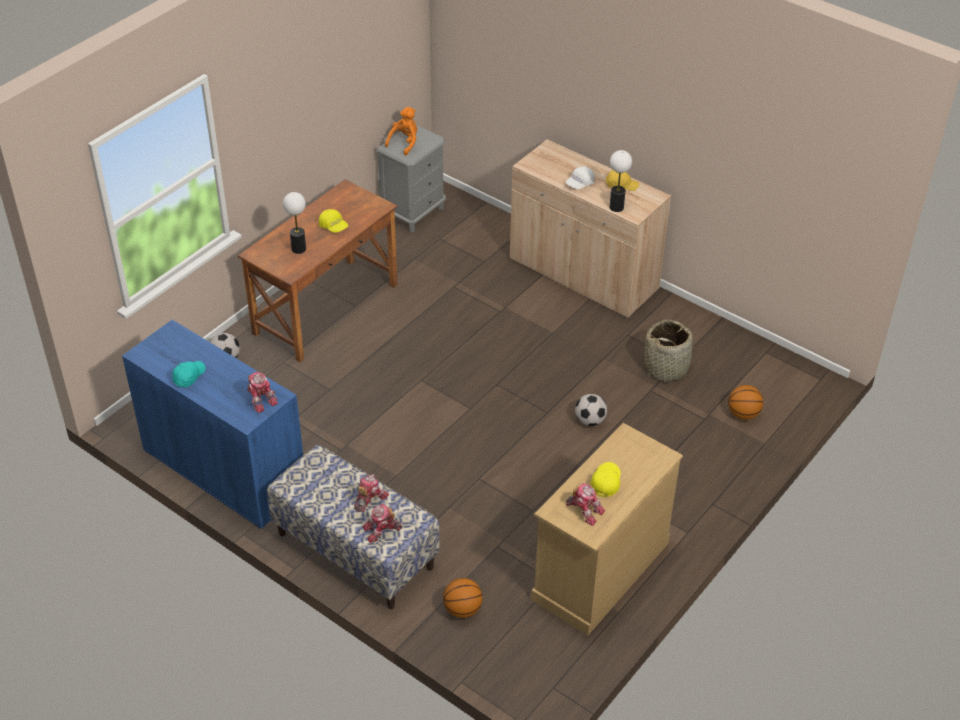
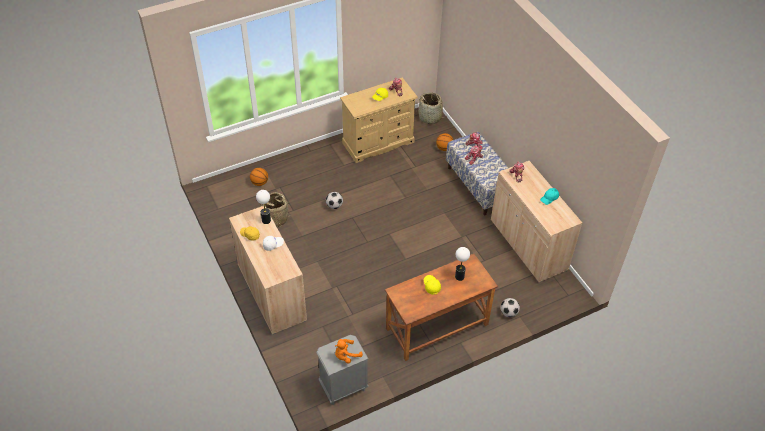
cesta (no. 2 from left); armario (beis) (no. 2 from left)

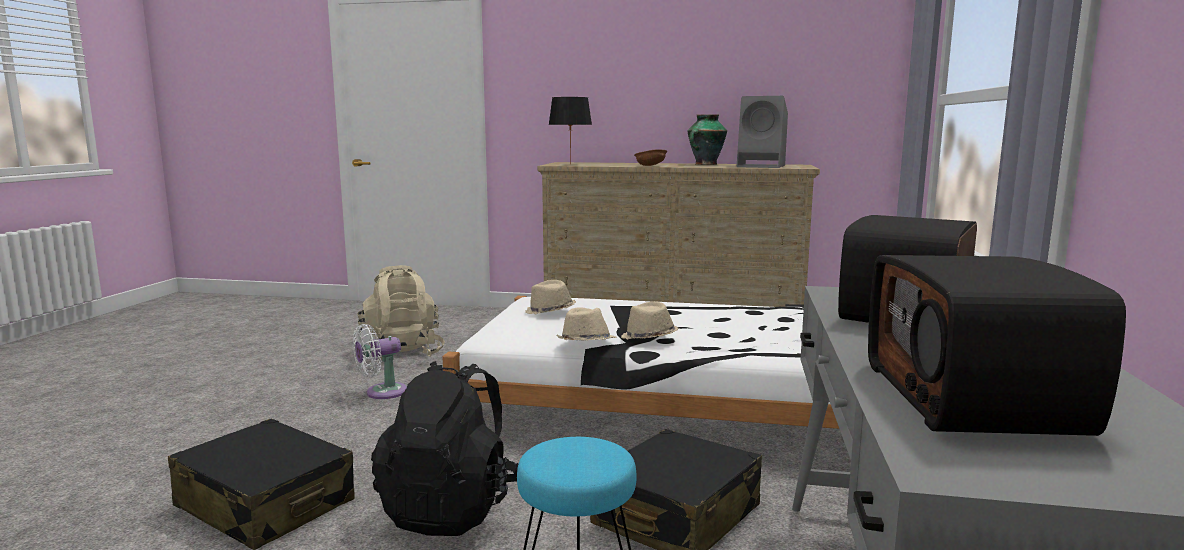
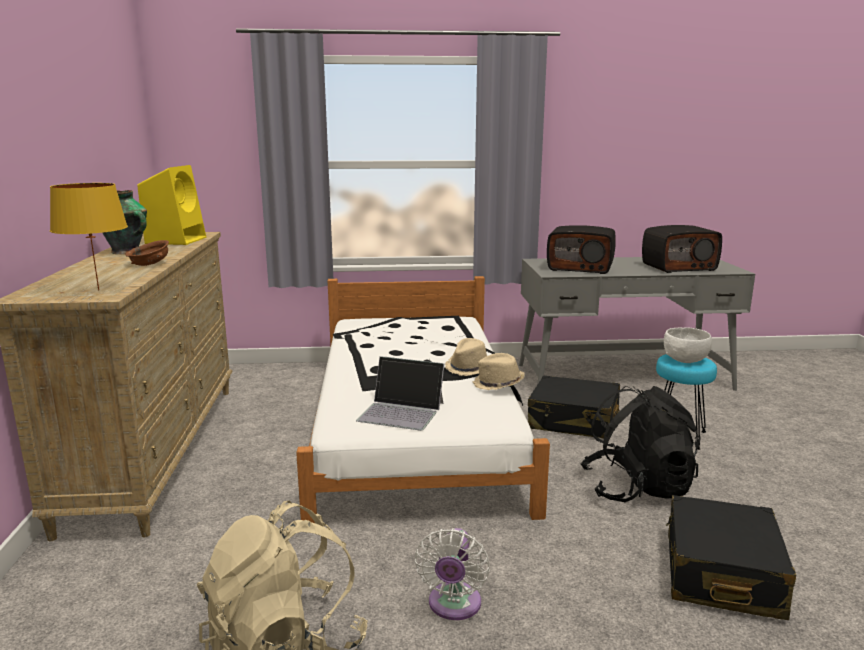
lámpara de mesa (amarillo); altavoz (amarillo); portátil; ventilador (blanco); cuenco (blanco)

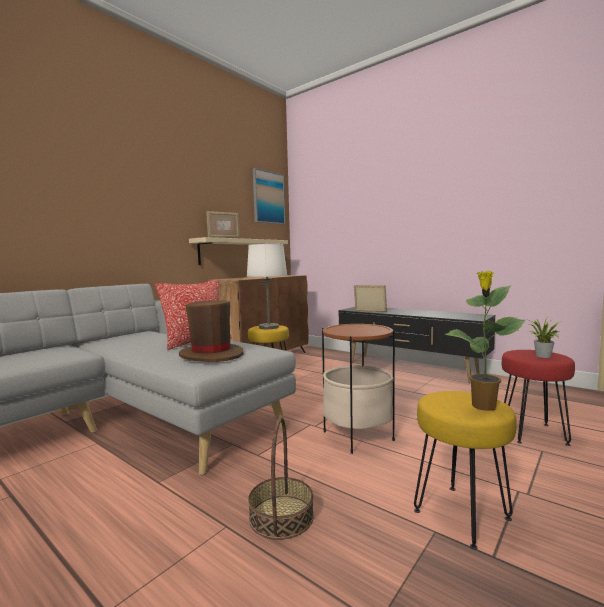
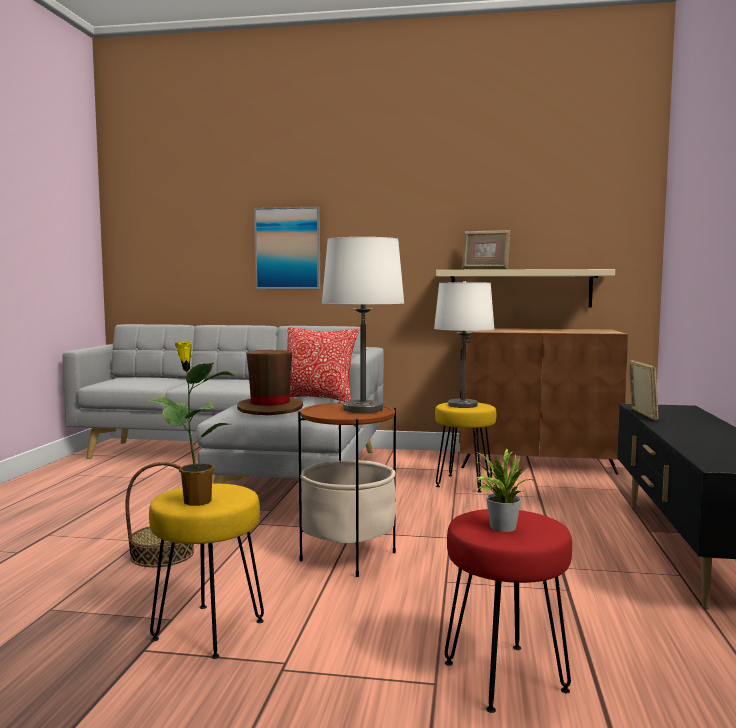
cuadro; lámpara de mesa (blanco) (no. 1 from left)

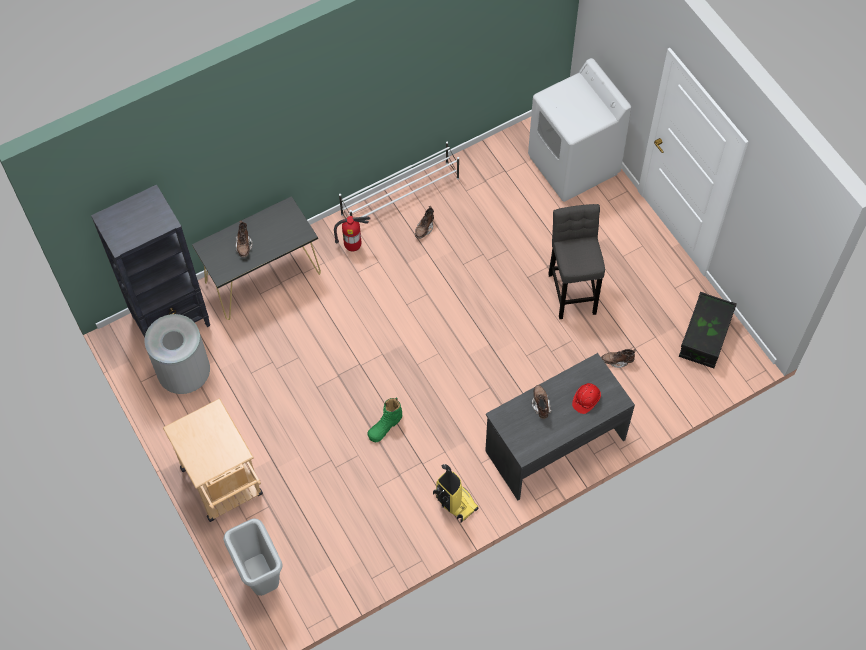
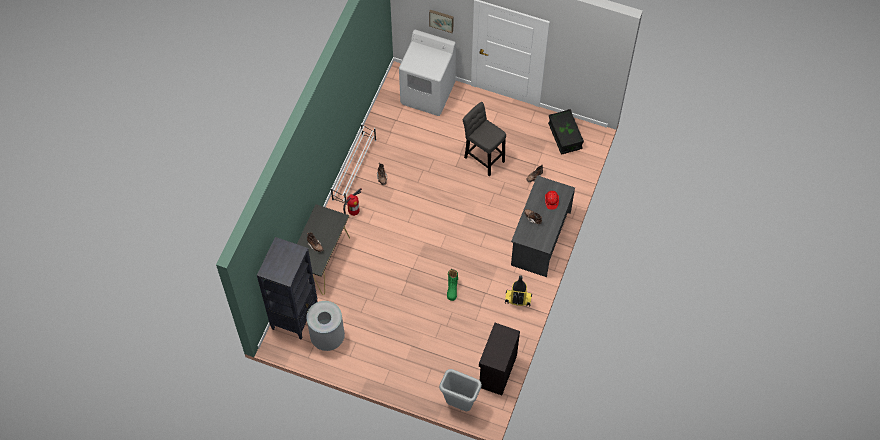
cuadro; armario (negro); carrito (beis)

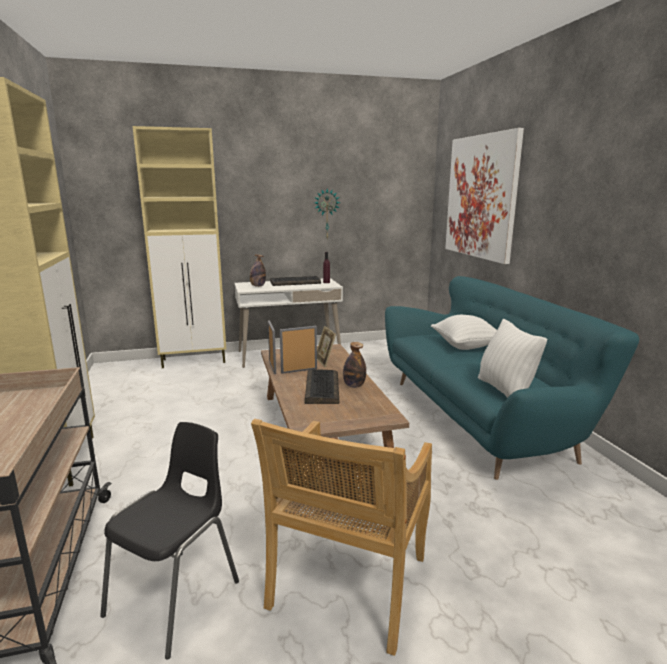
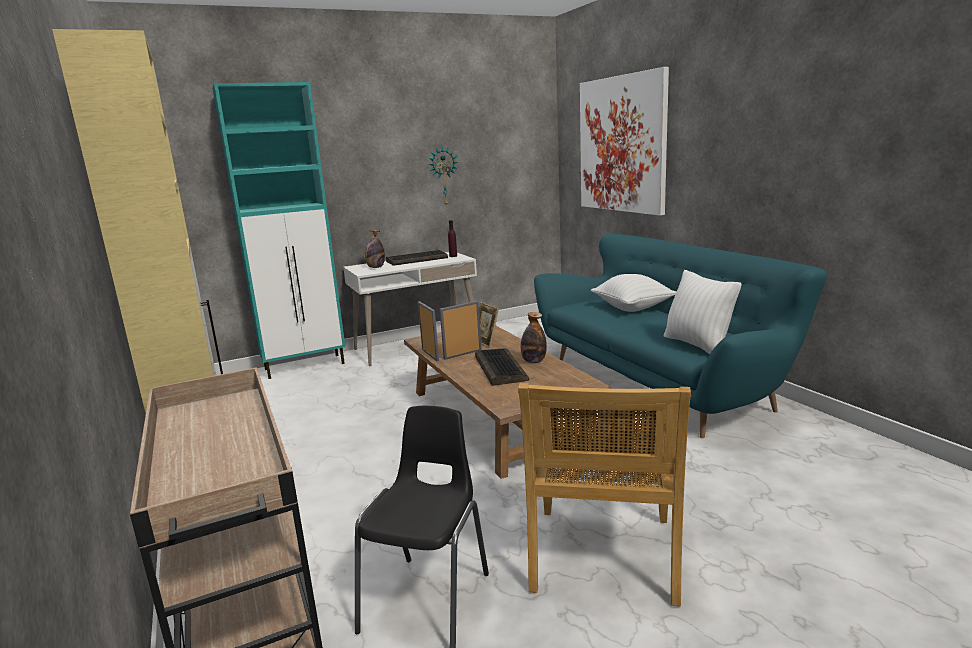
armario (turquesa)

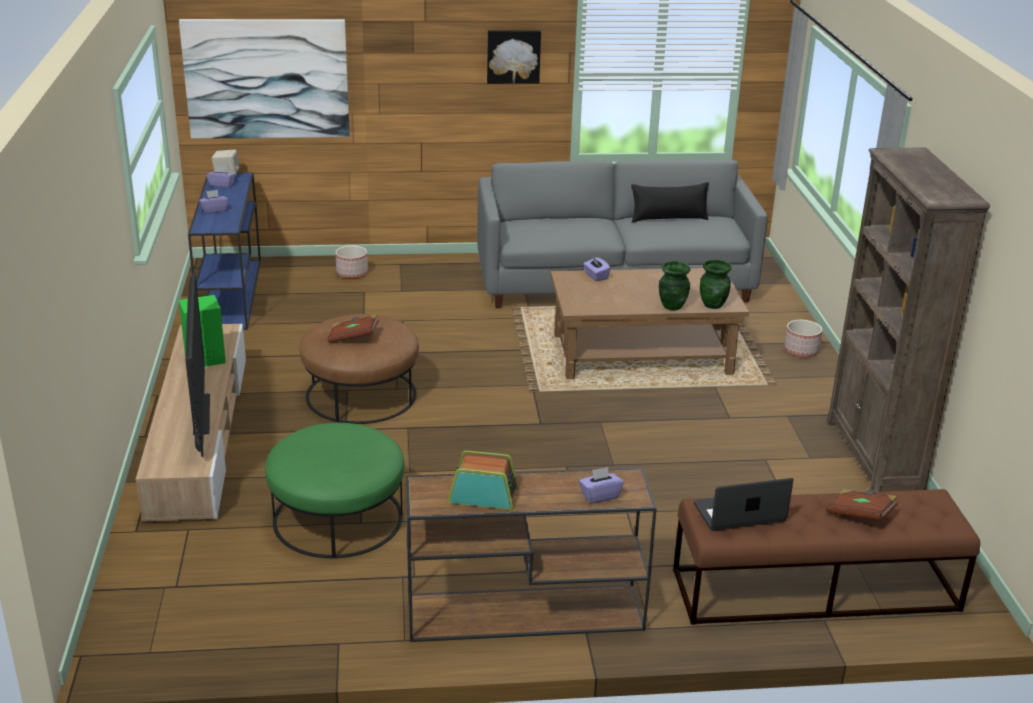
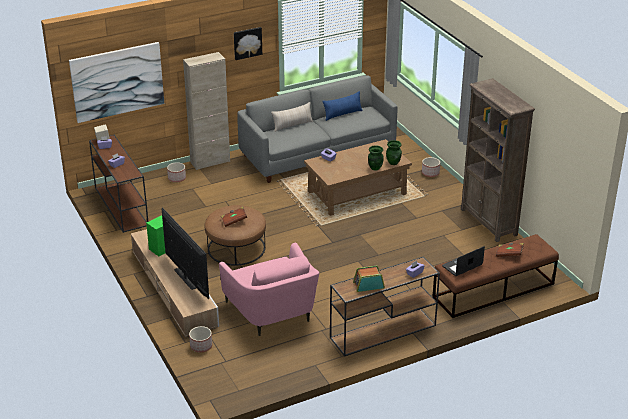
mesa consola (marrón) (no. 1 from left); armario (beis); maceta (no. 2 from left); sillón (rosa); cojín (beis); cojín (azul)

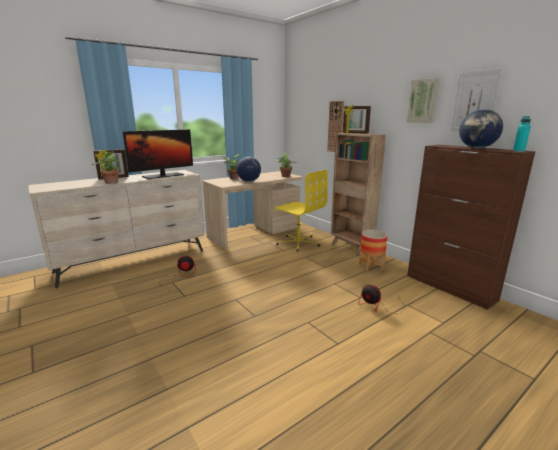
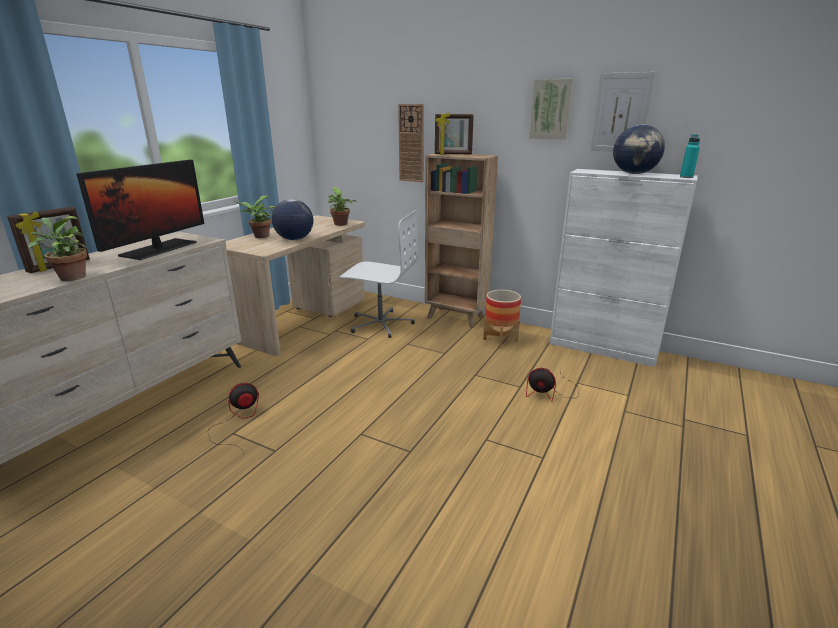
silla de oficina (blanco); armario (blanco)

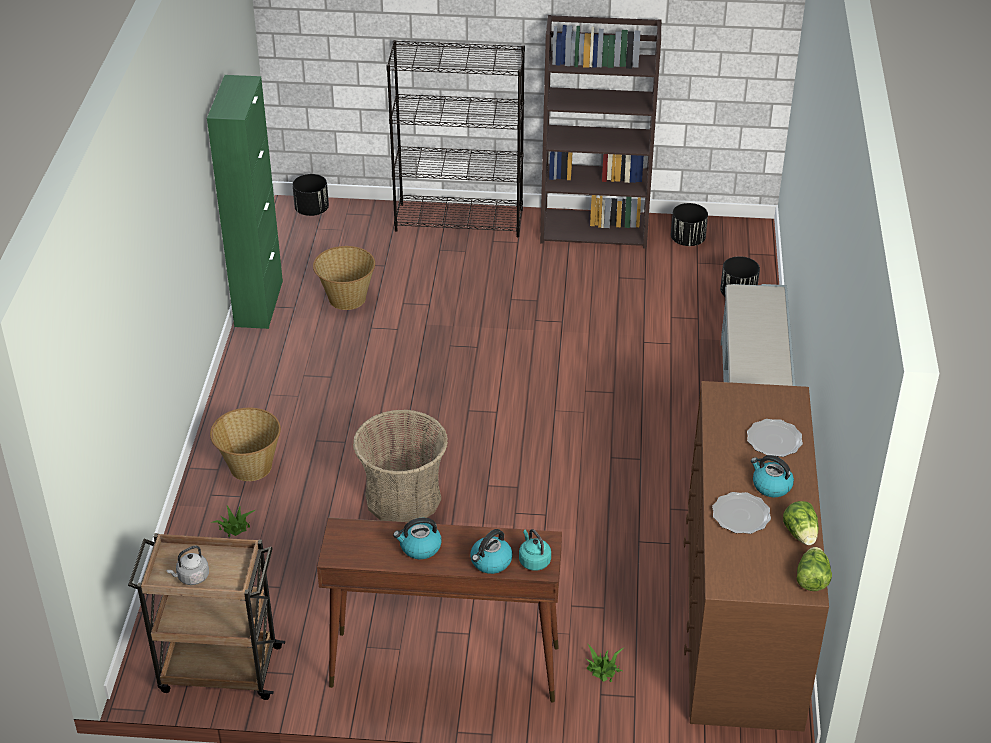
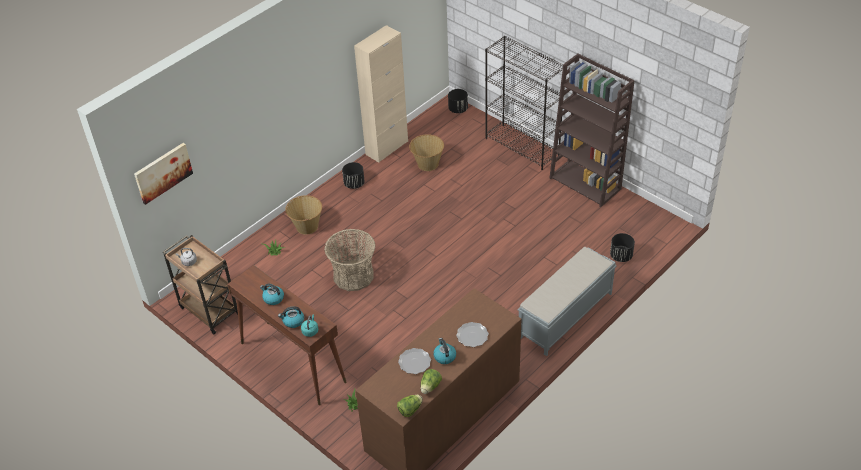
cuadro; maceta (negro) (no. 1 from left); armario (beis)

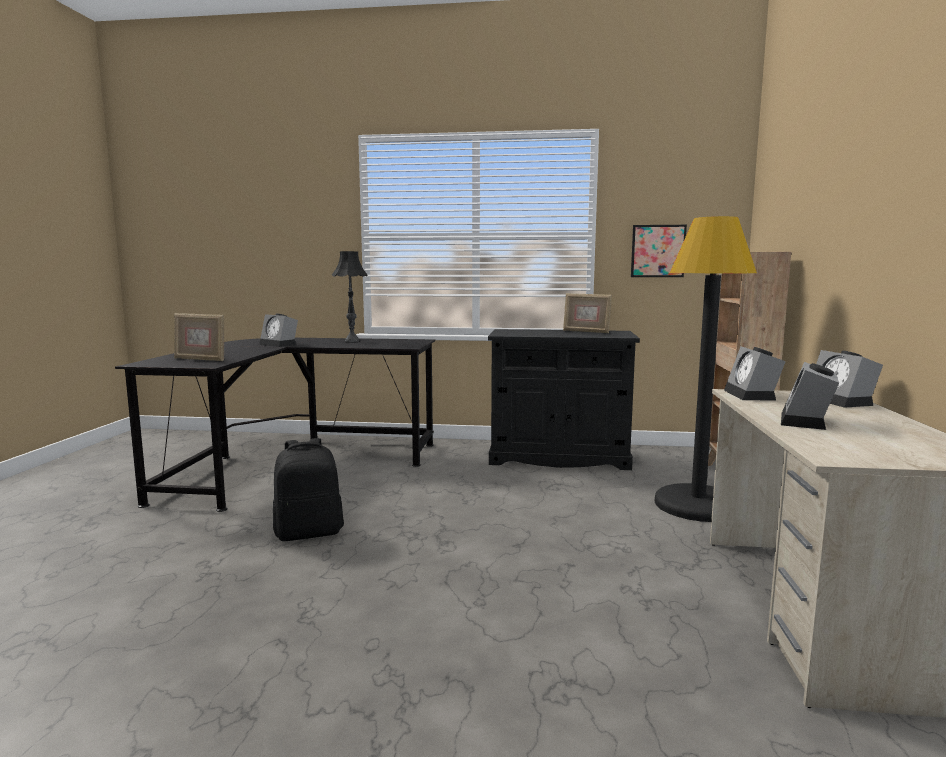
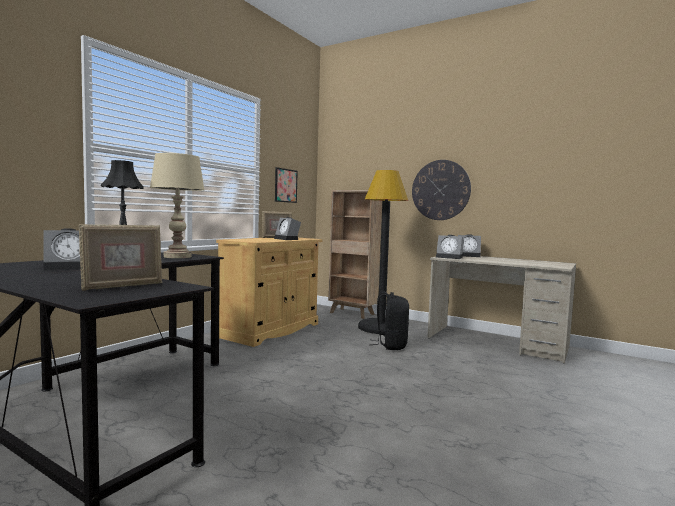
lámpara de mesa (beis); armario (beis); despertador (no. 2 from left); mochila (negro); reloj de pared

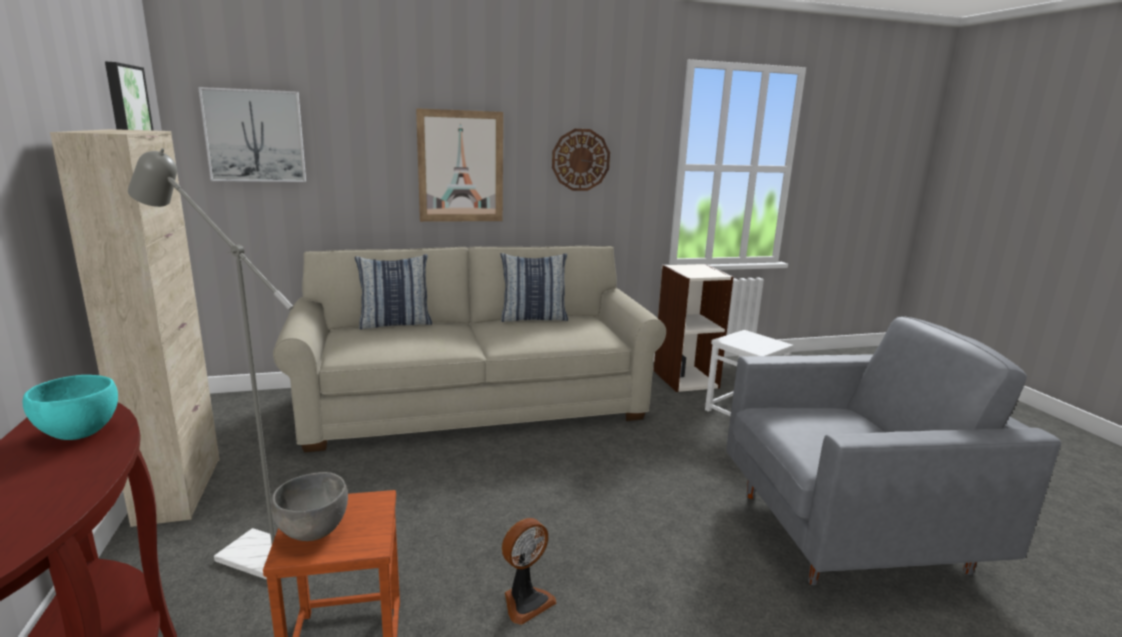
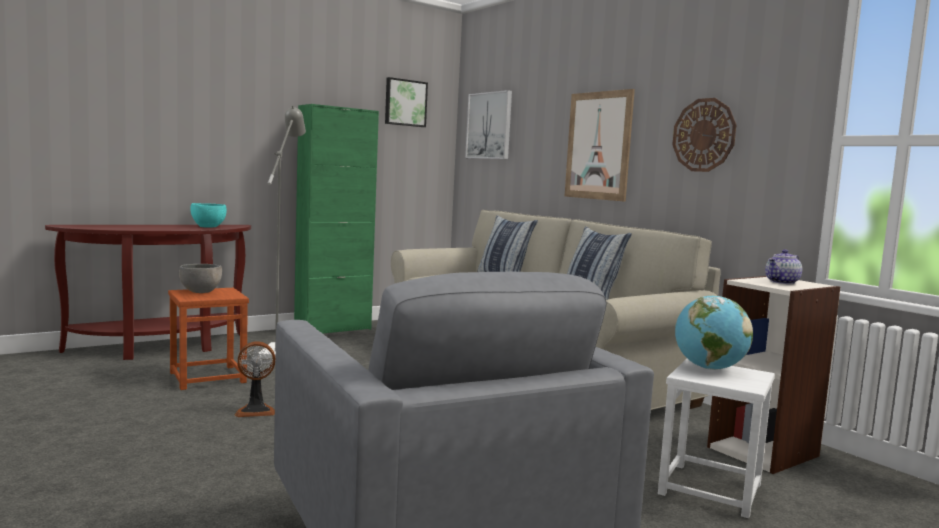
ventilador; armario (verde); globo terráqueo; tetera

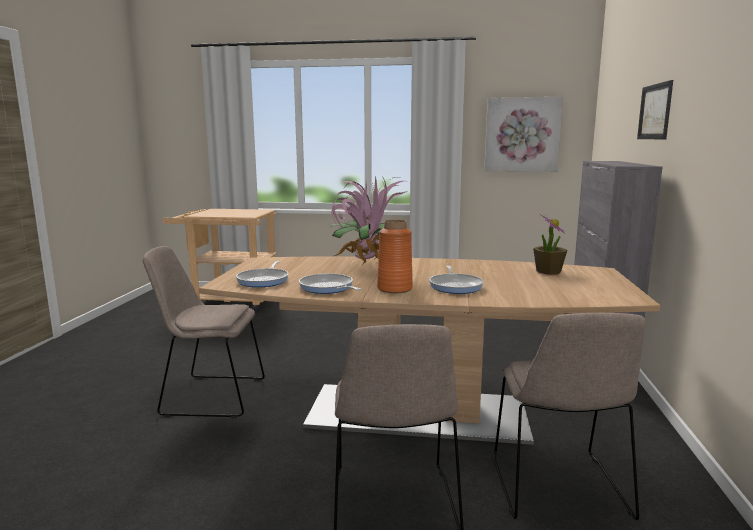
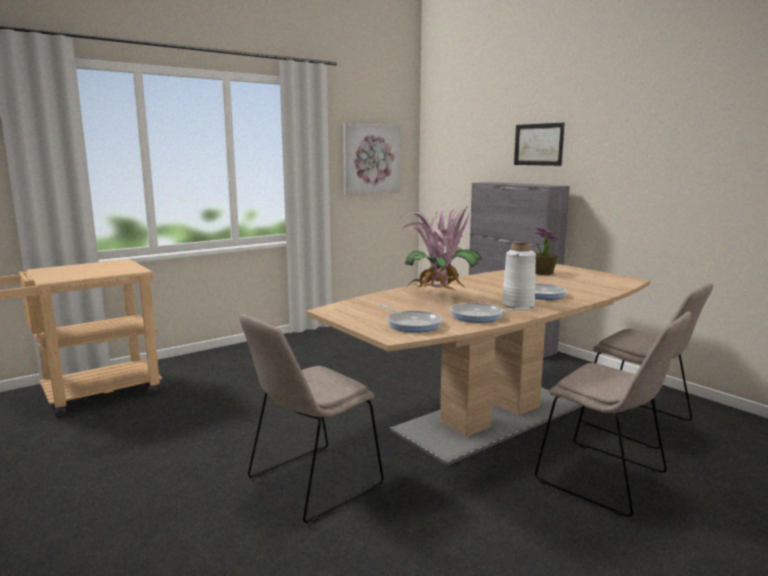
florero (blanco)

